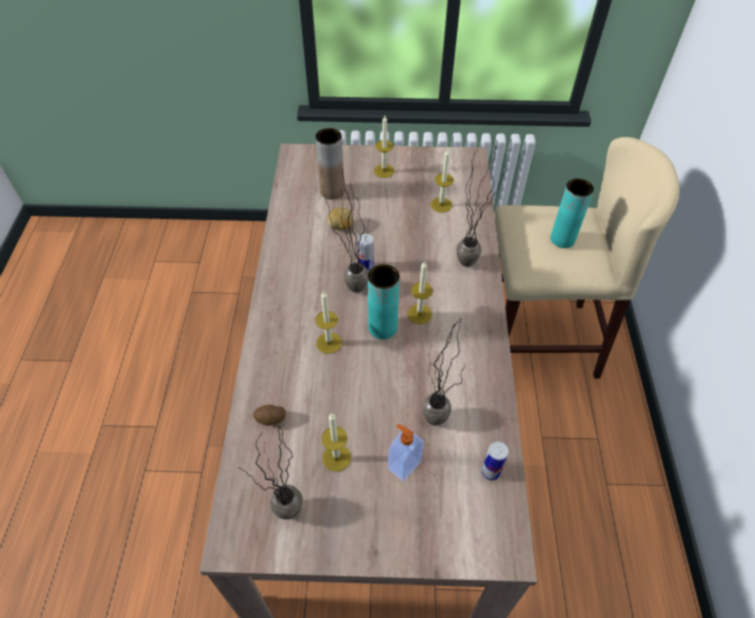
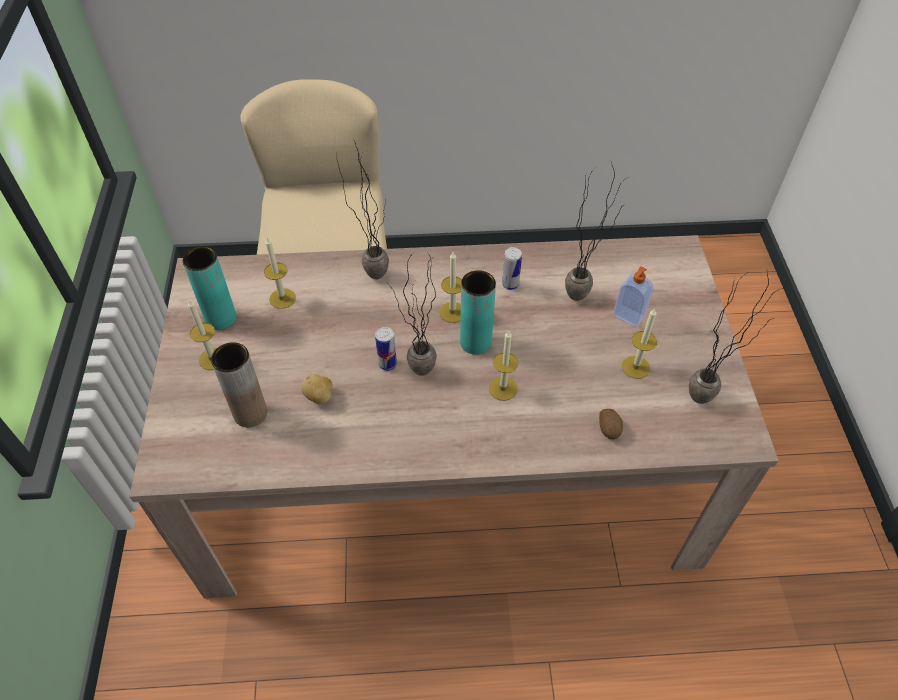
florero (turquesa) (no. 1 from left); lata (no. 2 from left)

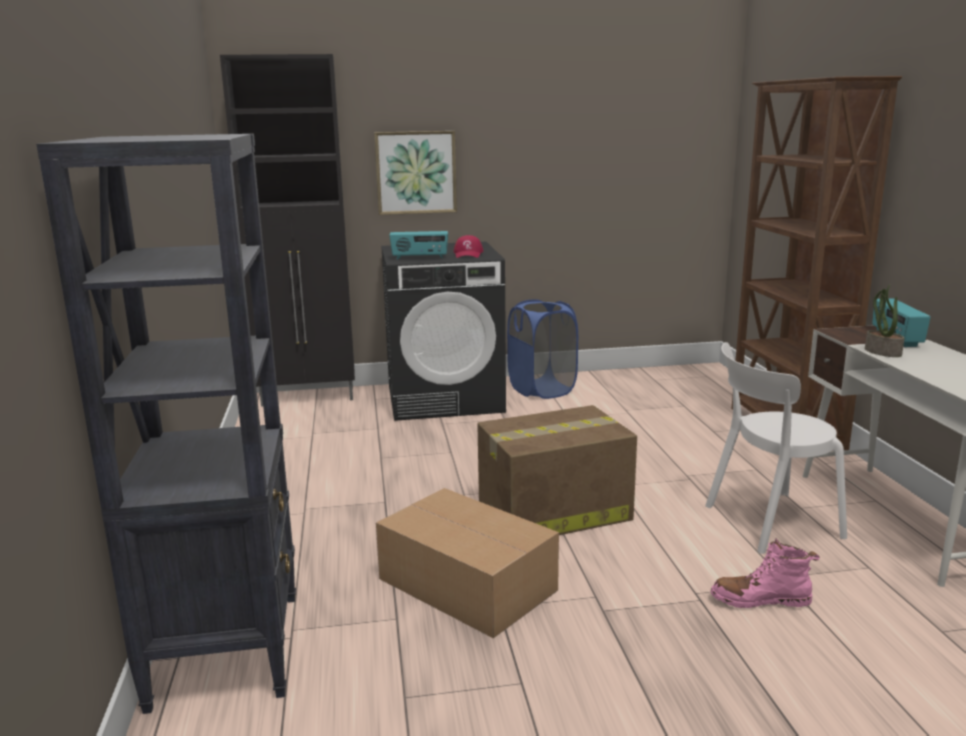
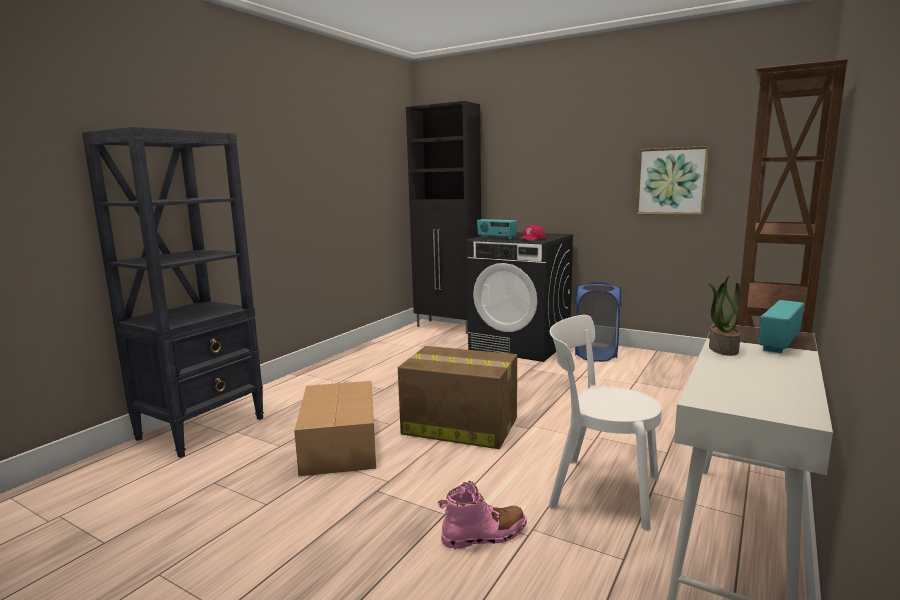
bota (rosa); cuadro

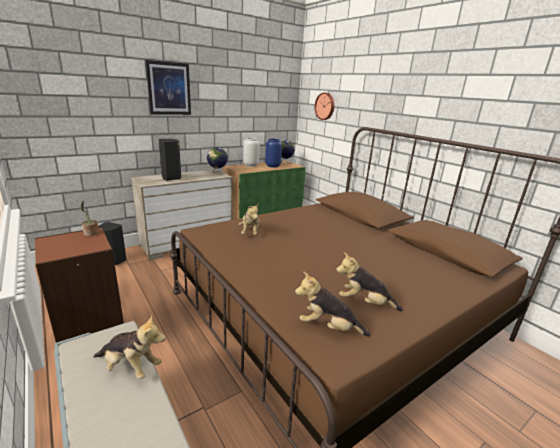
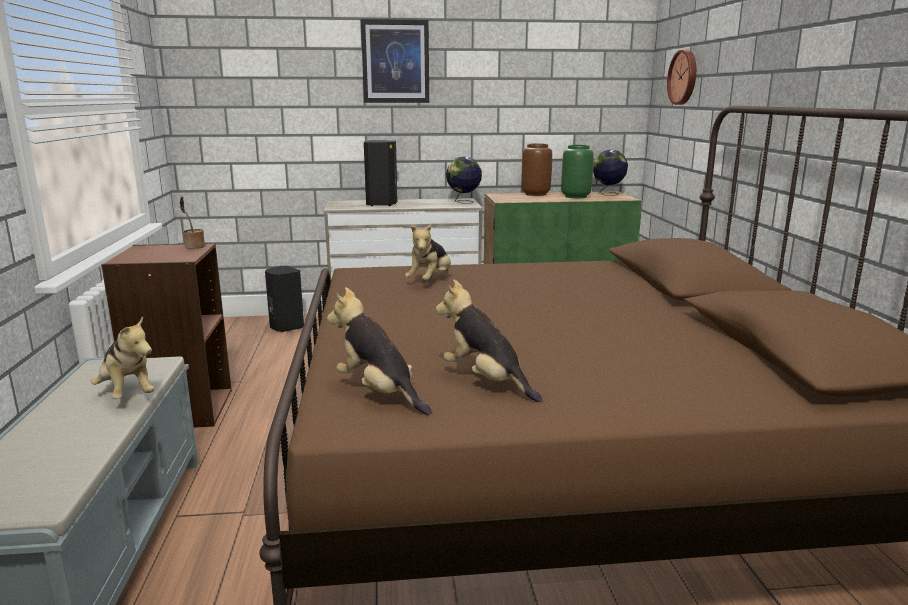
florero (marrón); florero (verde)

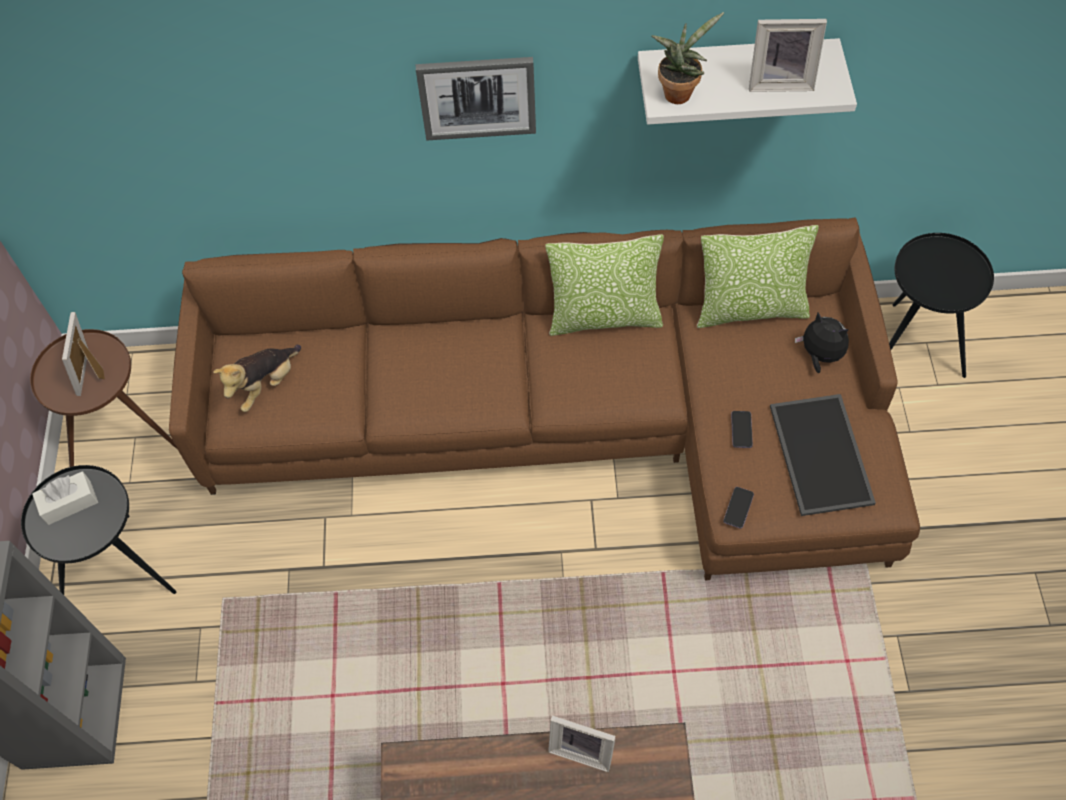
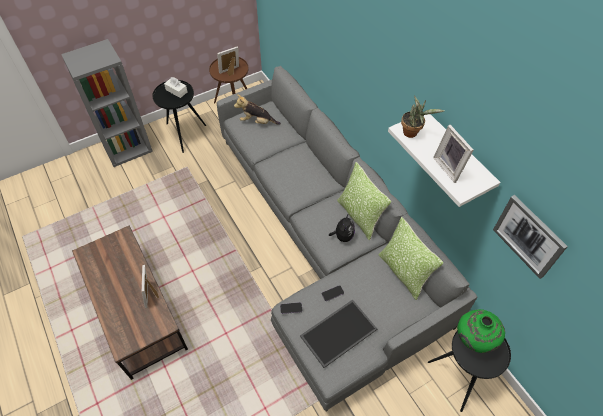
sofá (gris); peluche (no. 2 from left); florero (verde); cuadro

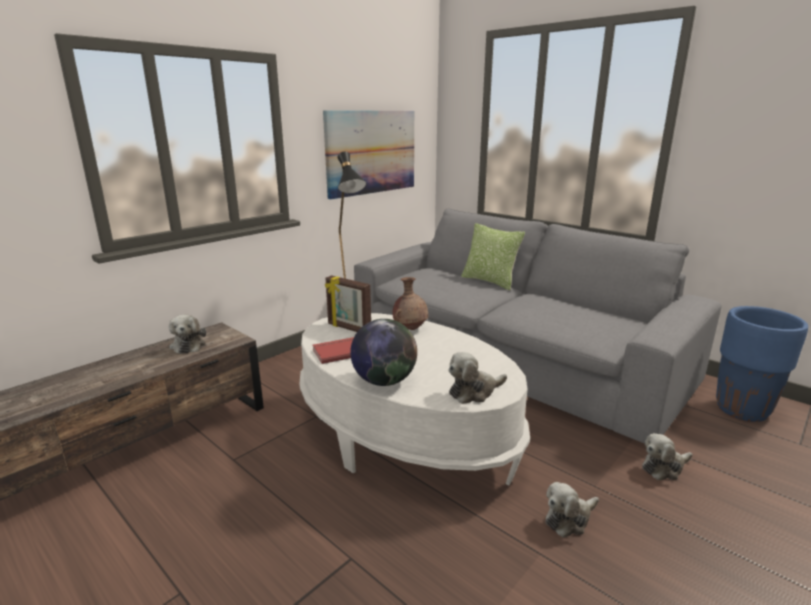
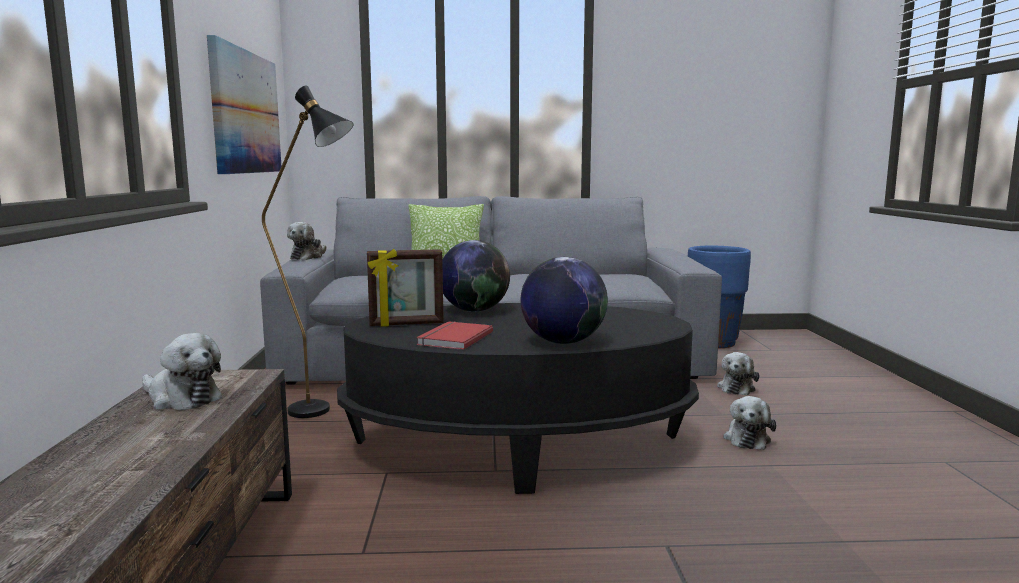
peluche (no. 2 from left); mesa de centro (negro); globo terráqueo (no. 1 from left)

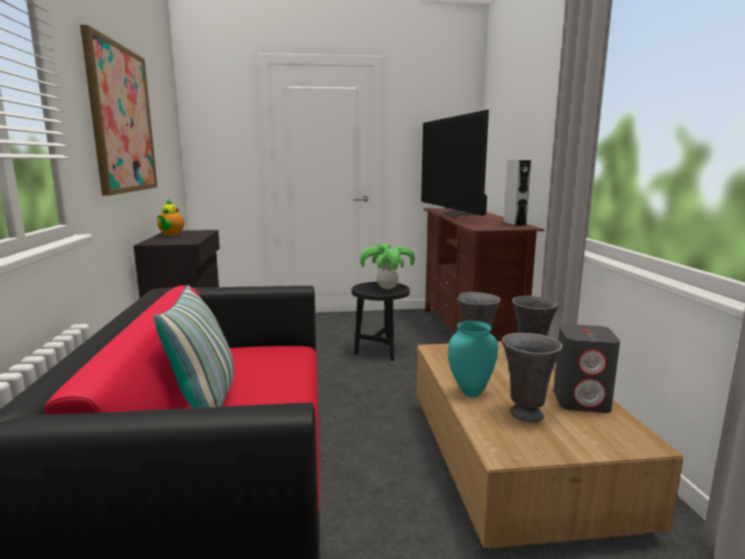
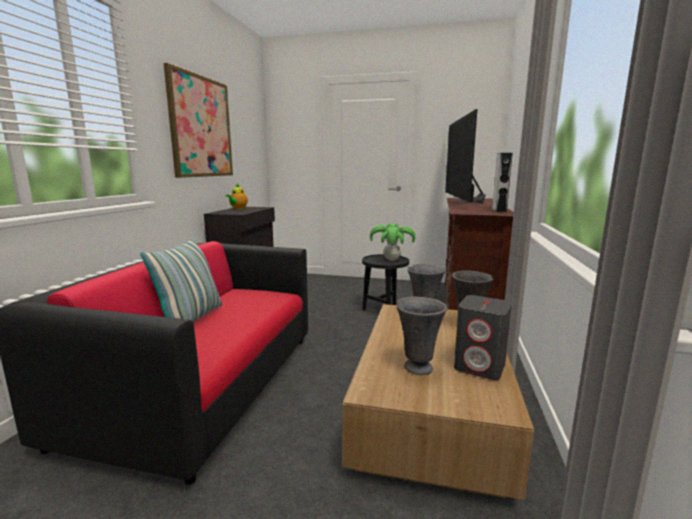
florero (turquesa)

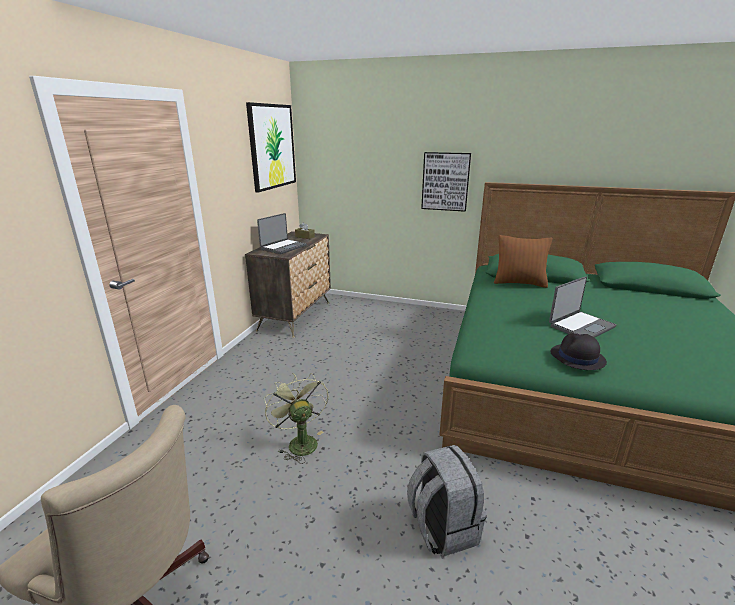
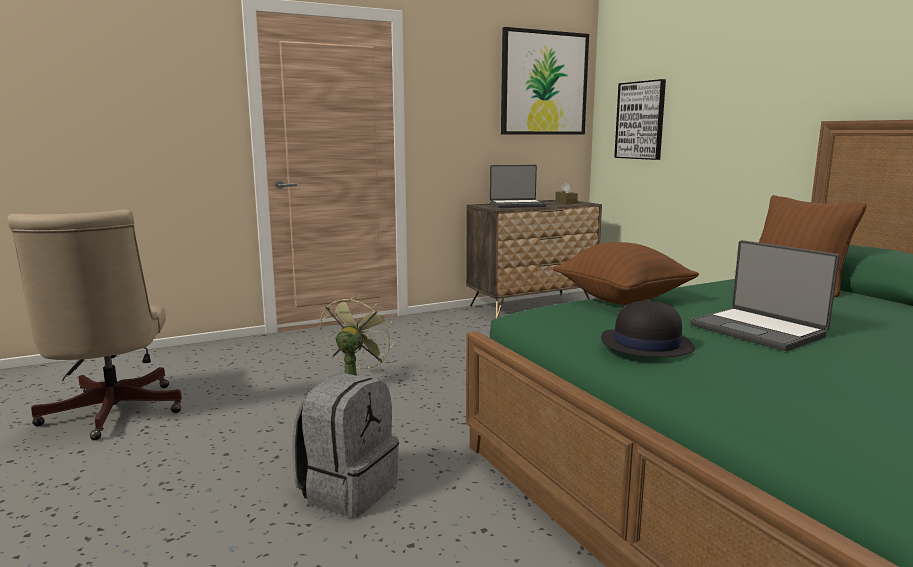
cojín (marrón) (no. 1 from left); cuadro (no. 2 from left); portátil (no. 2 from left)

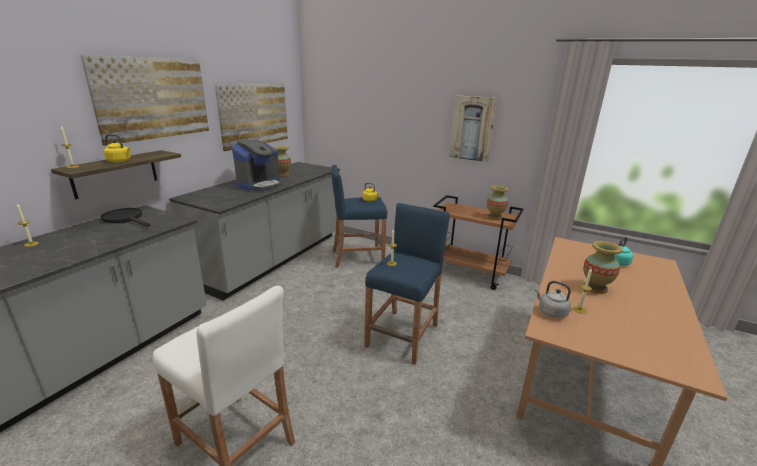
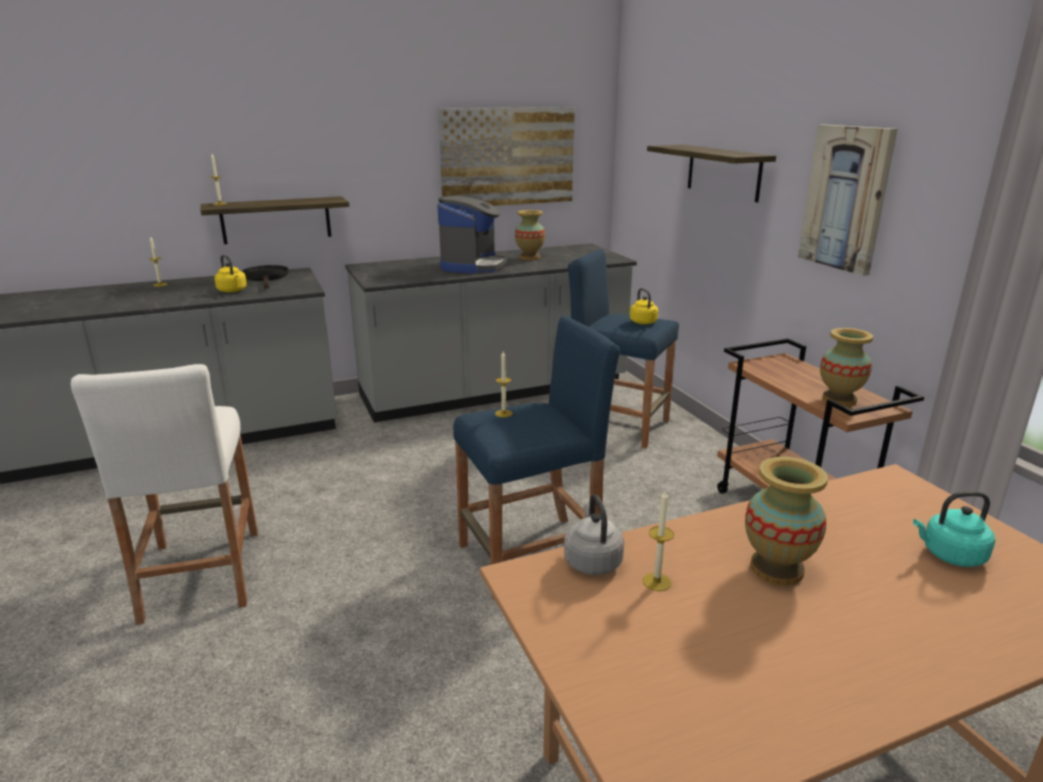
hervidor (amarillo) (no. 1 from left); cafetera; estante (no. 2 from left); cuadro (no. 1 from left in the first image)

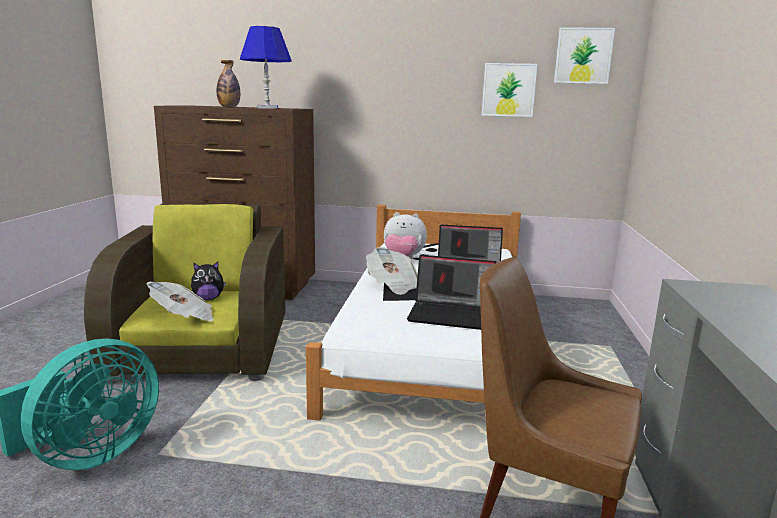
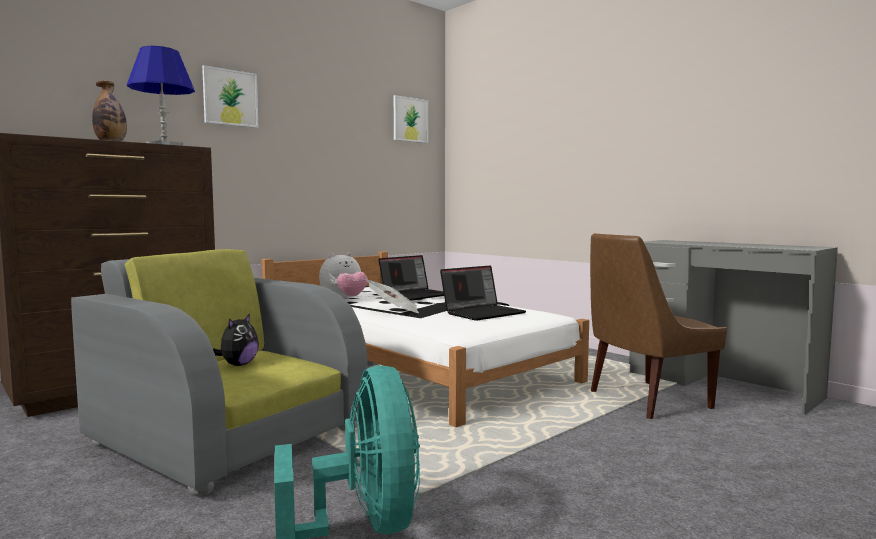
sillón (gris); cuadro (no. 1 from left); periódico (no. 1 from left in the first image)

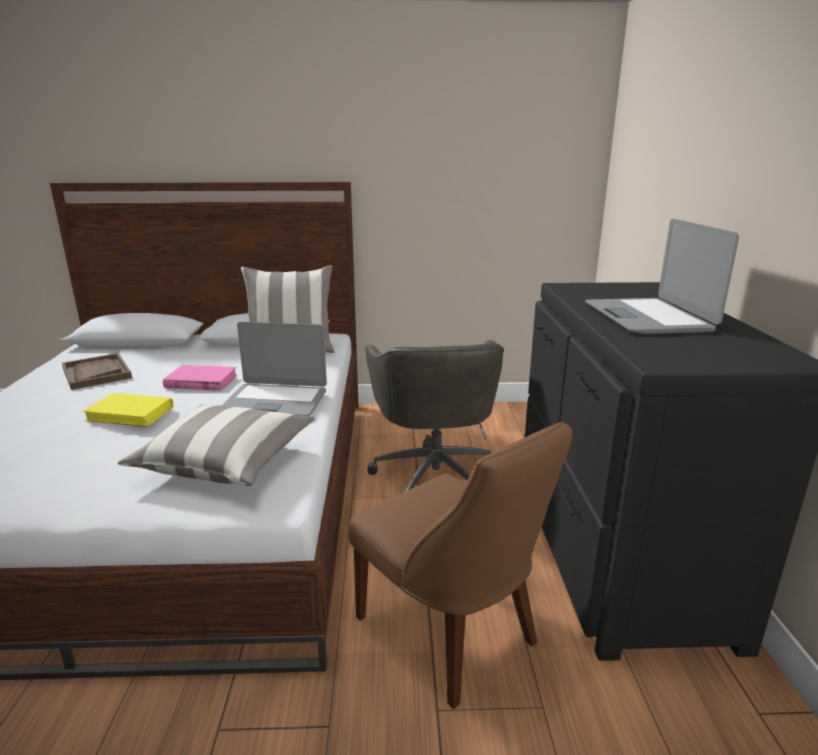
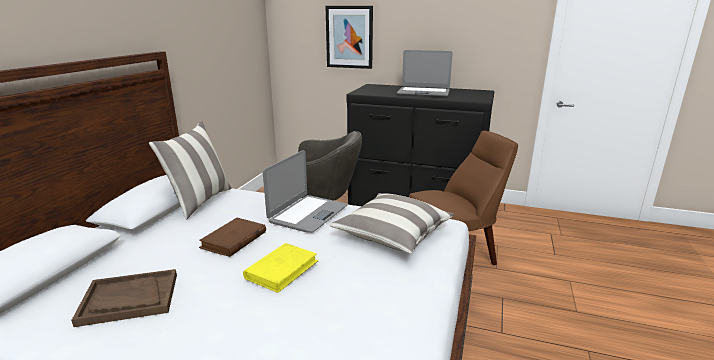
libro (marrón); cuadro

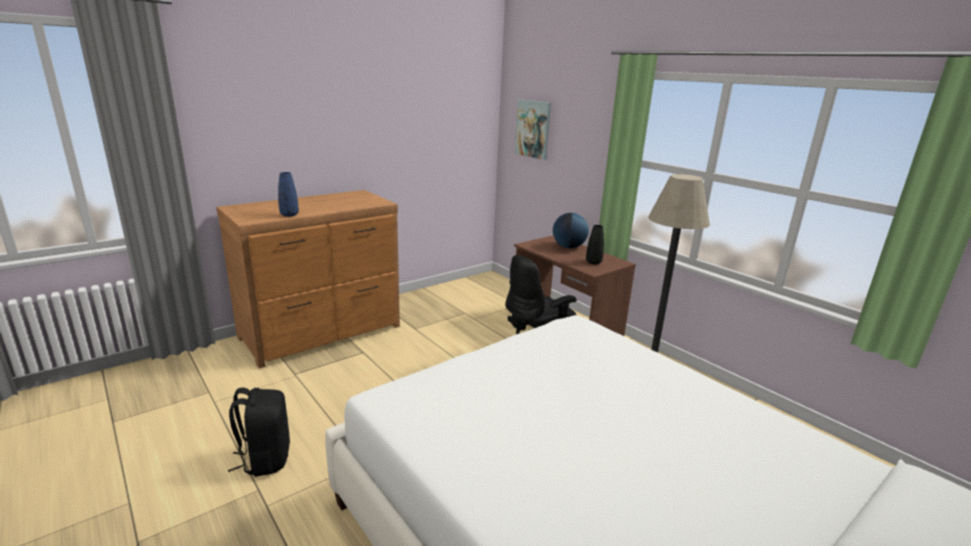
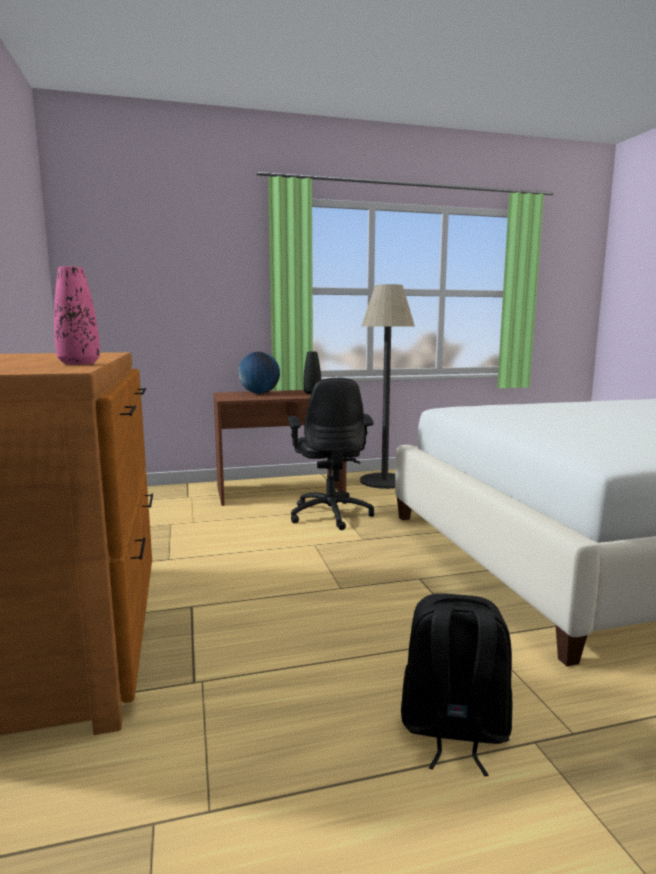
florero (rosa); cuadro

